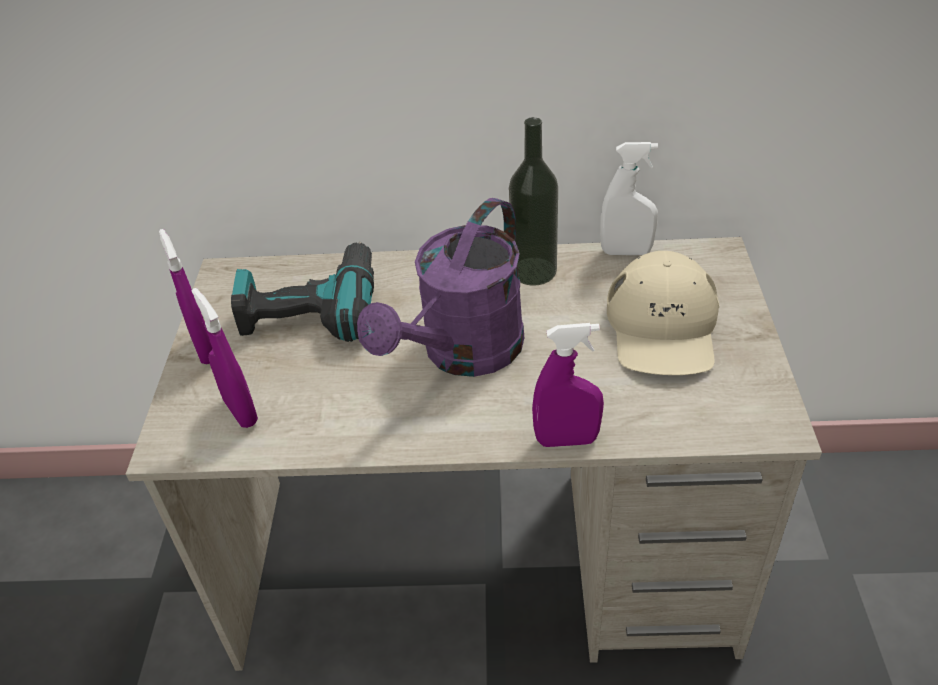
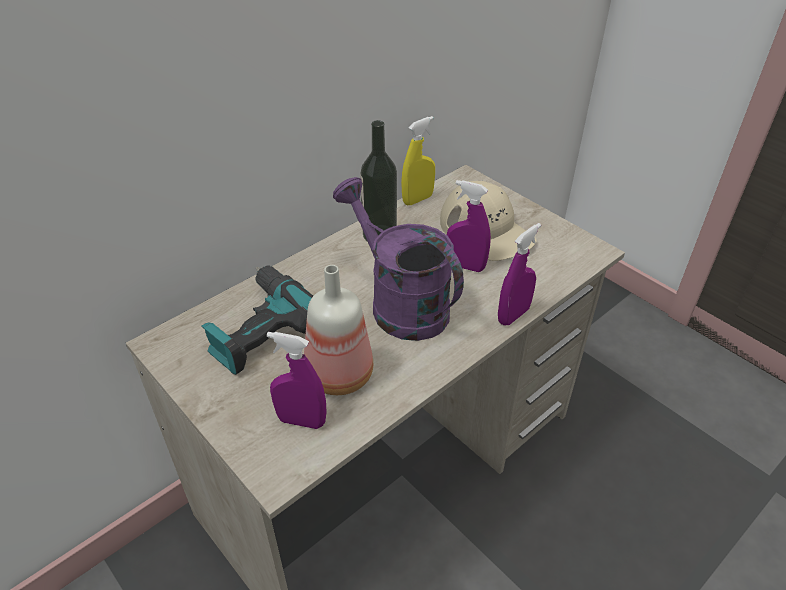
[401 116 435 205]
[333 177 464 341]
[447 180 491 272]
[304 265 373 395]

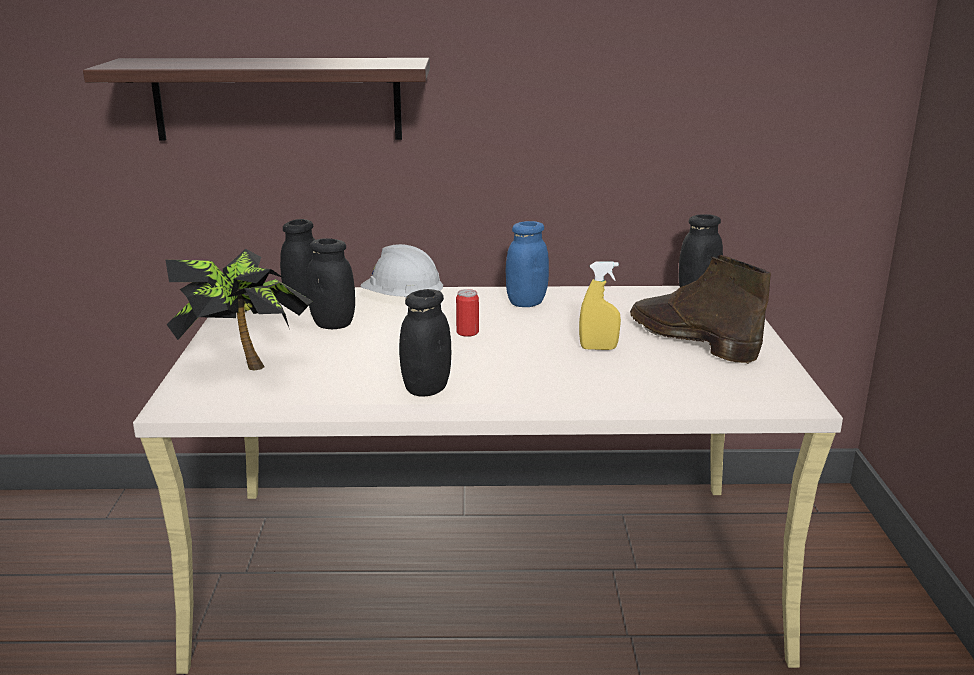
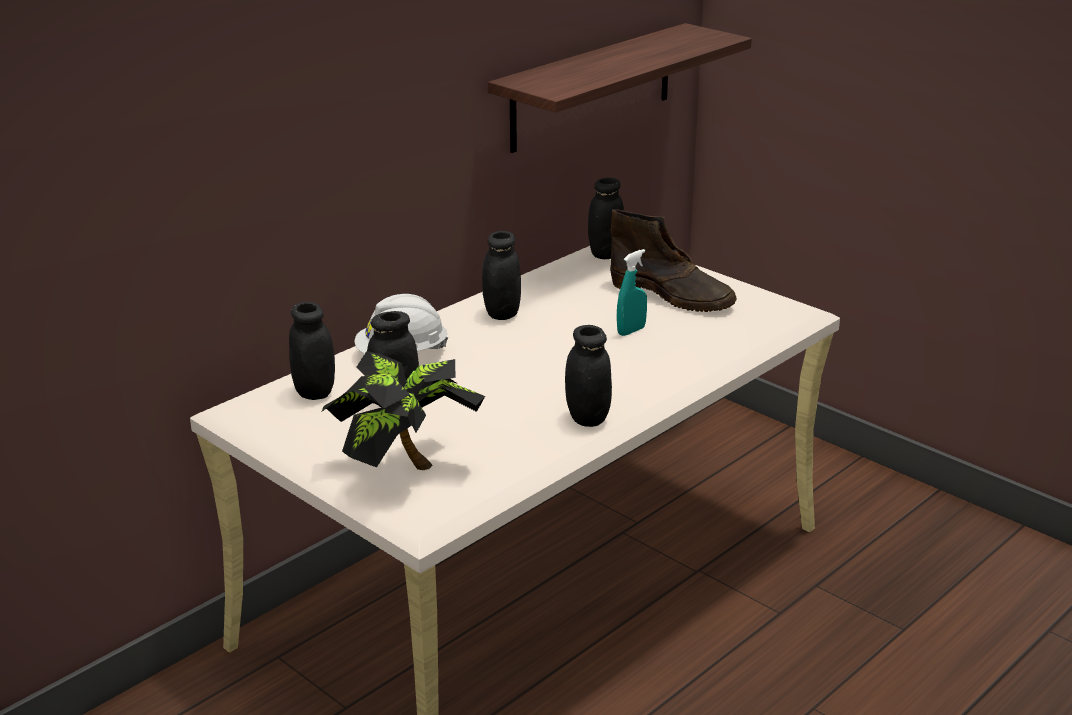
[488 23 752 153]
[482 231 521 320]
[610 209 737 312]
[617 249 647 336]
[456 289 479 337] (first image)

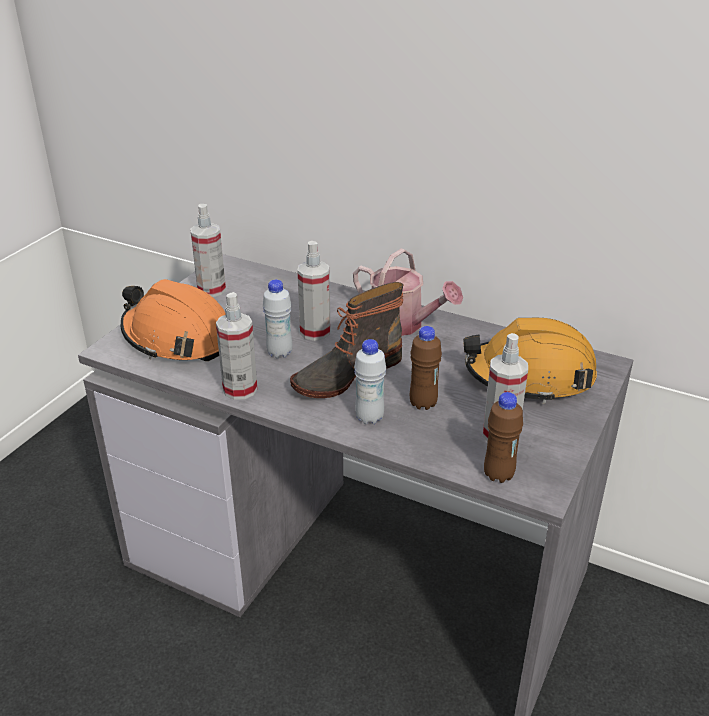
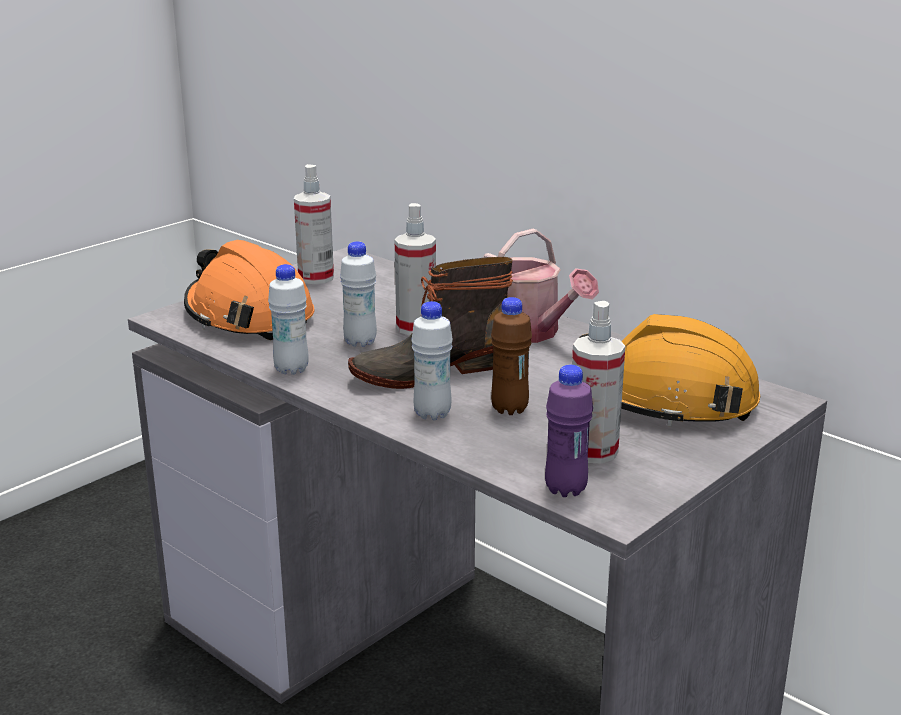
[268 264 309 375]
[545 365 593 497]

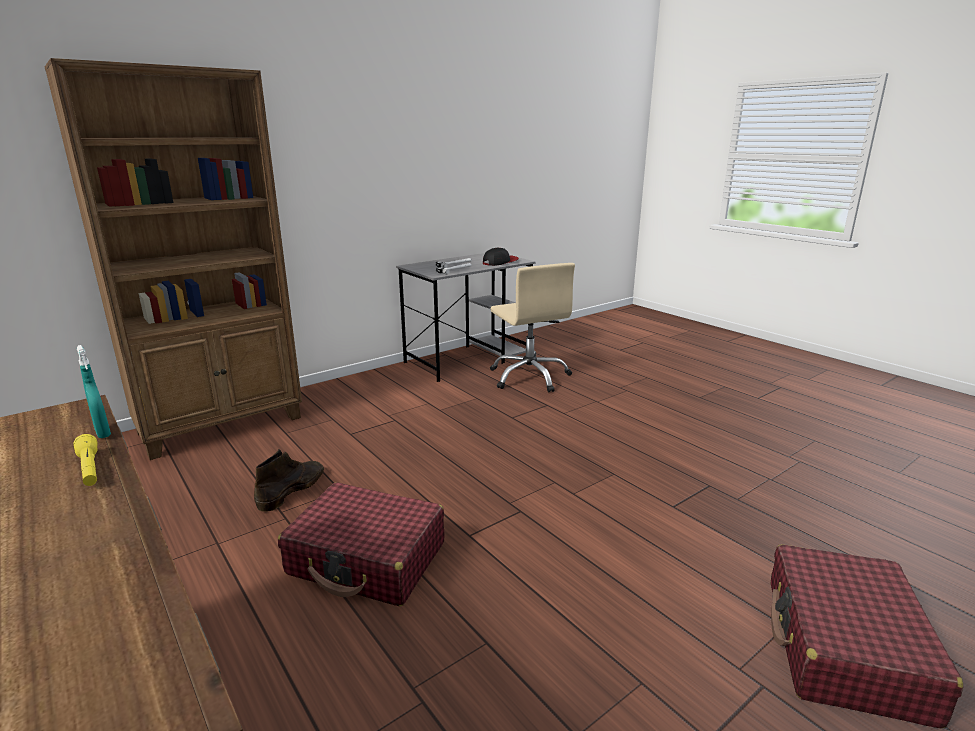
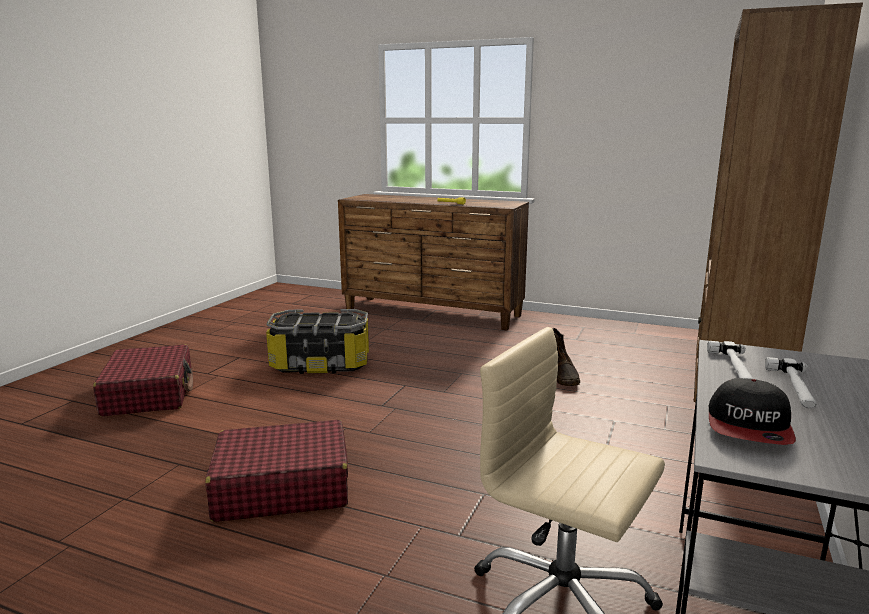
[77 345 111 438] (first image)
[205 420 348 522]
[266 309 369 374]

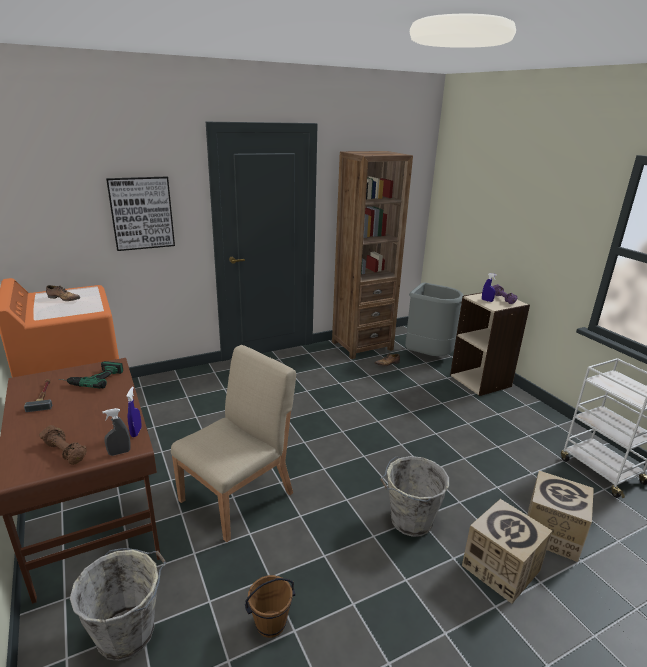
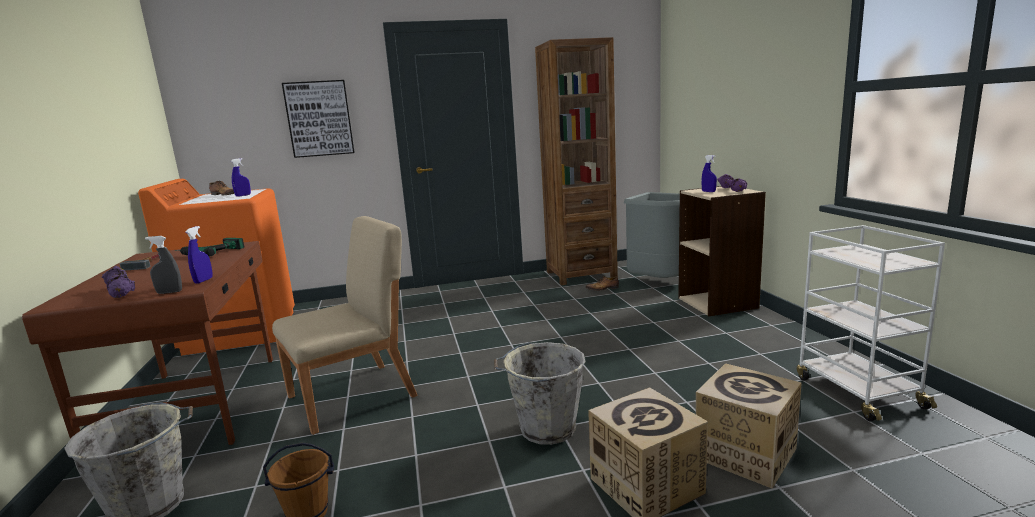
[102 266 135 298]
[231 158 251 197]

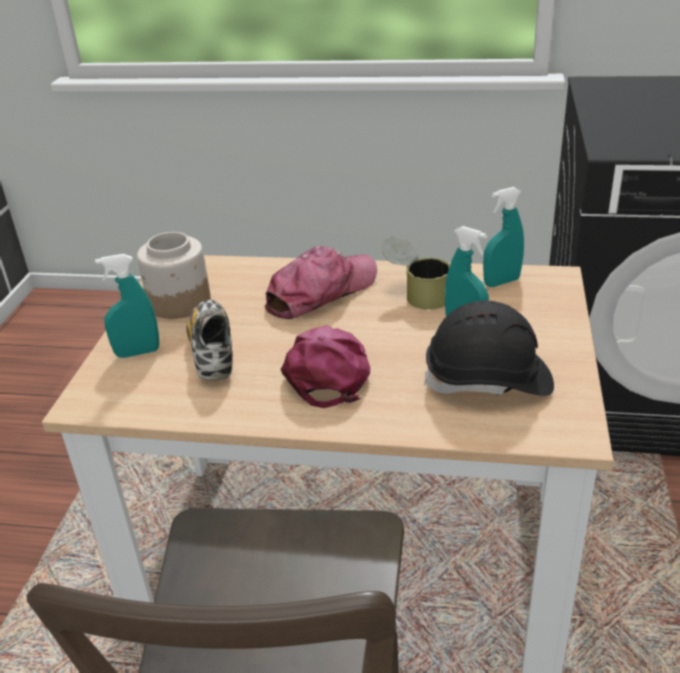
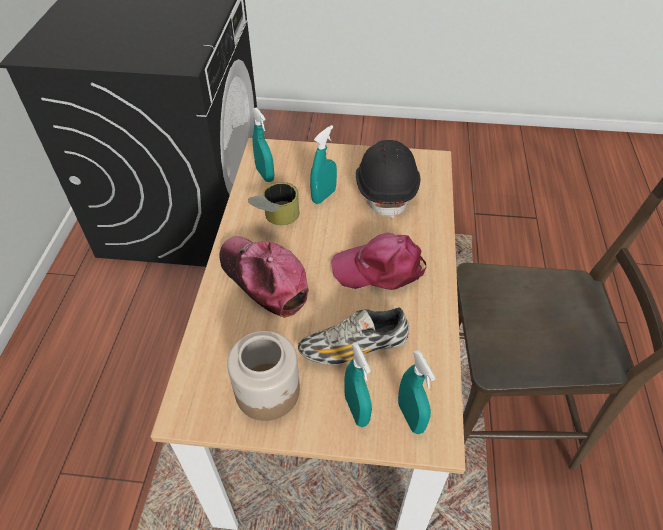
[398 350 435 434]

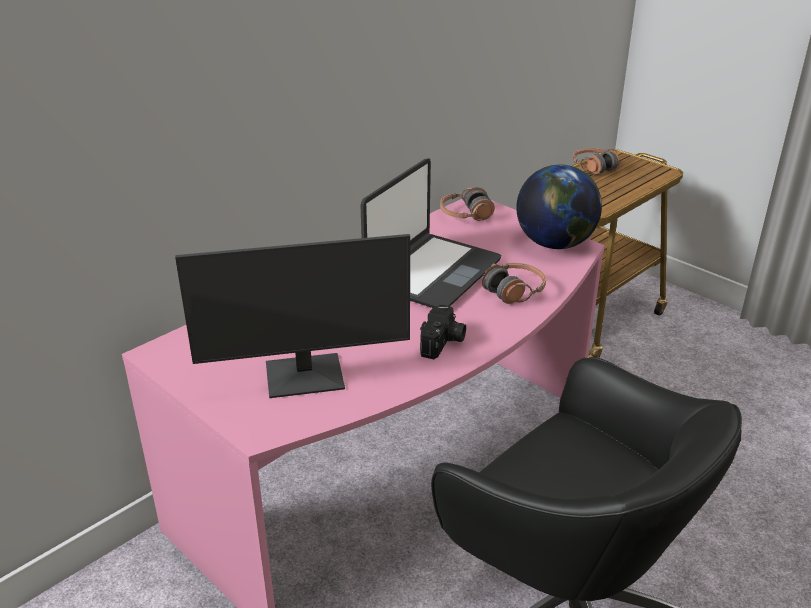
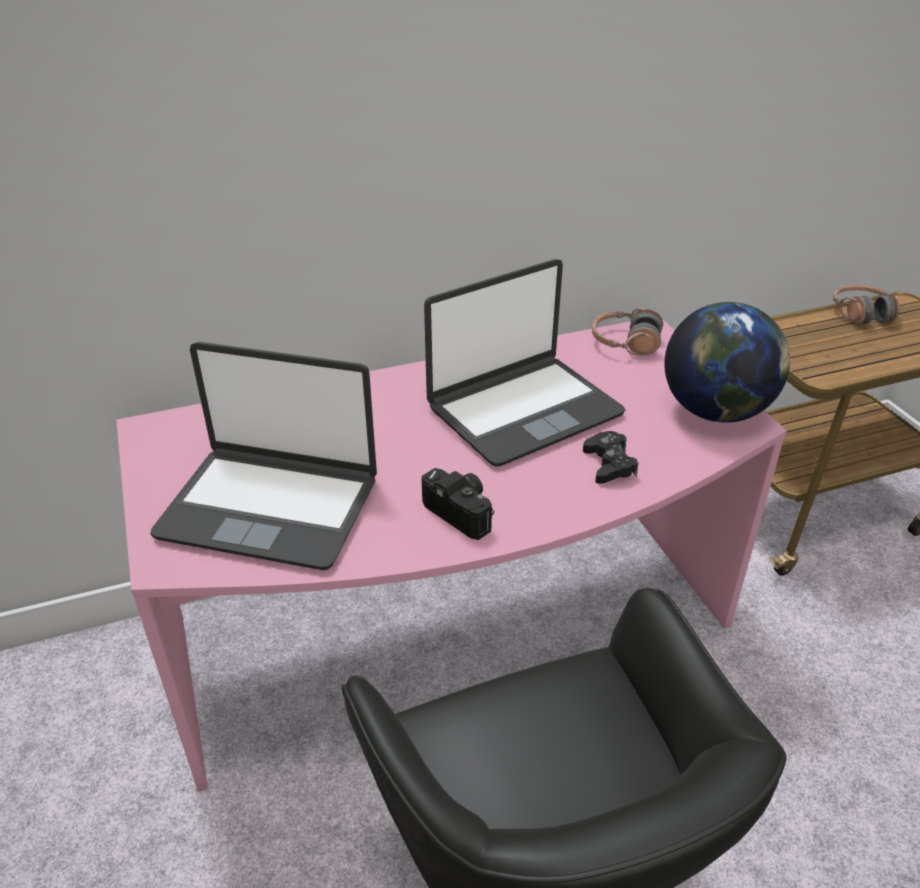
[150 342 377 570]
[583 431 638 484]
[421 468 494 540]

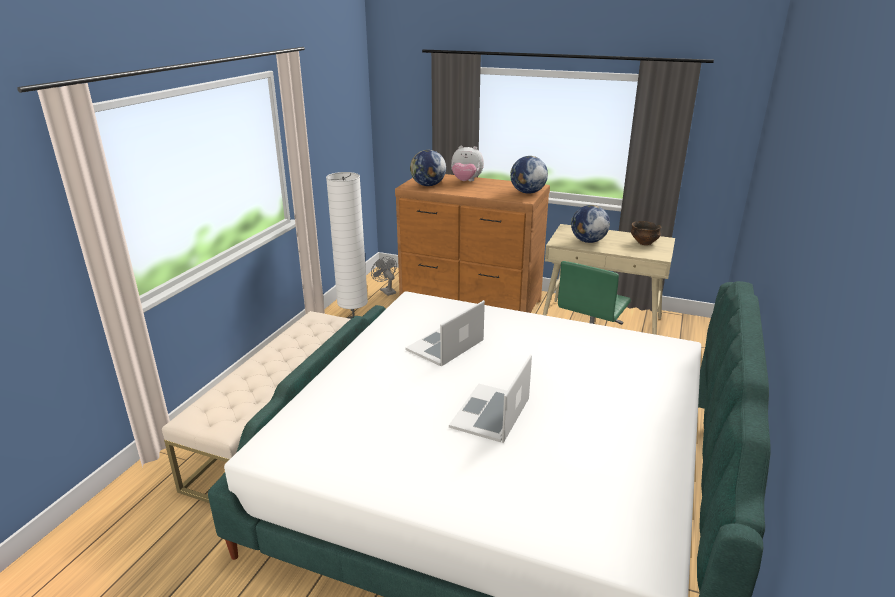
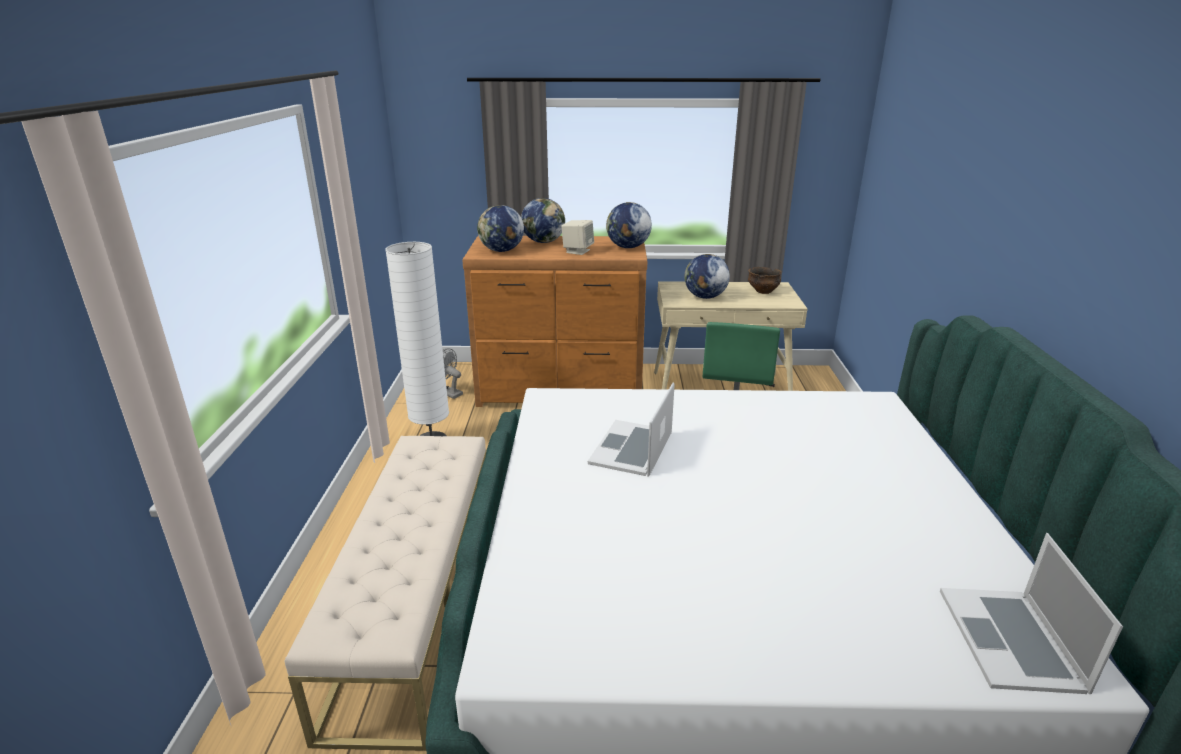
[521 198 565 243]
[940 533 1123 694]
[561 220 594 255]

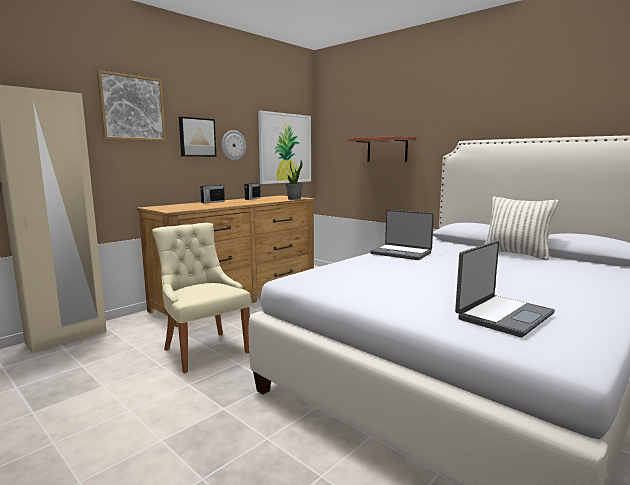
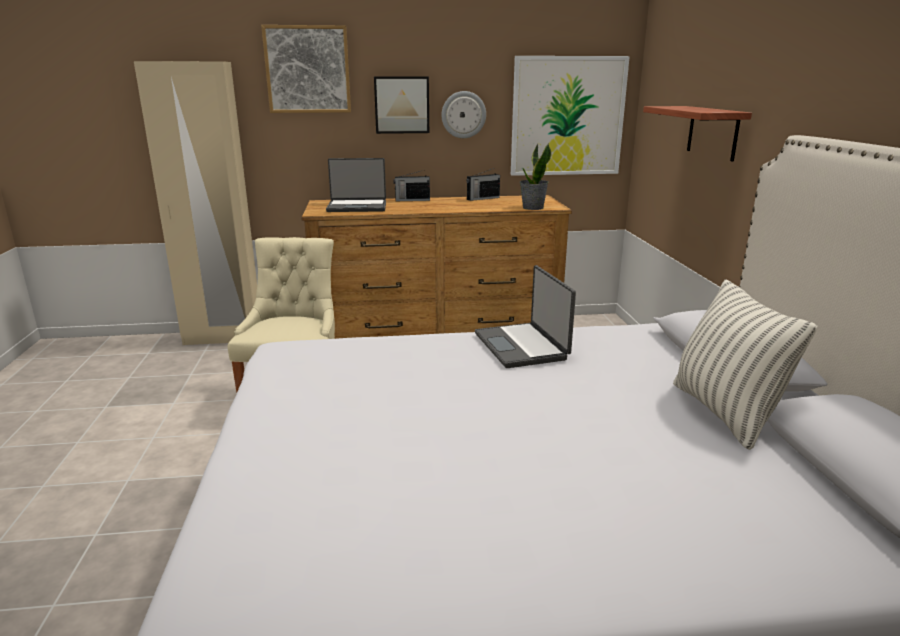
[326 158 386 212]

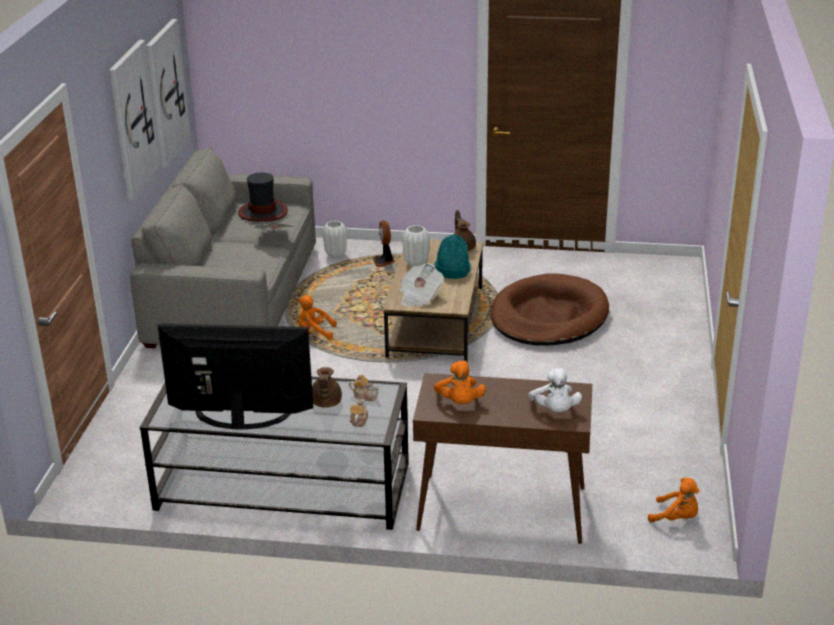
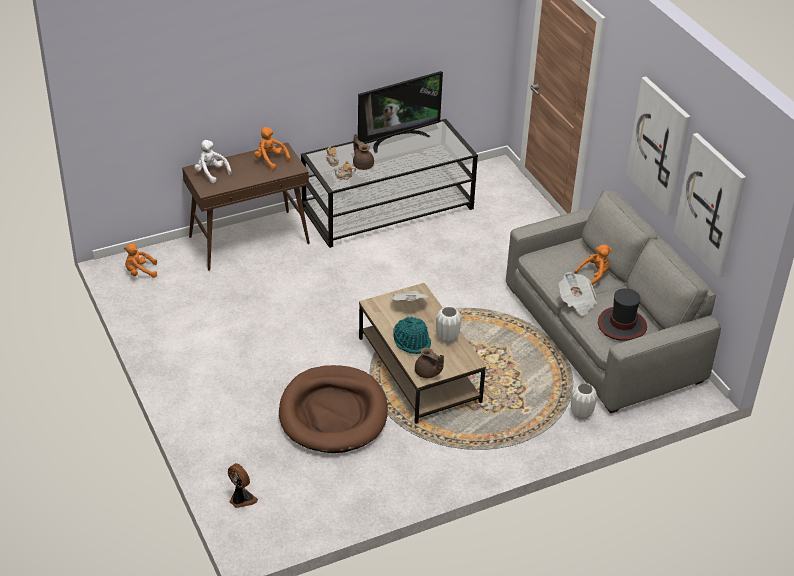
[228 463 258 508]
[574 245 612 285]

